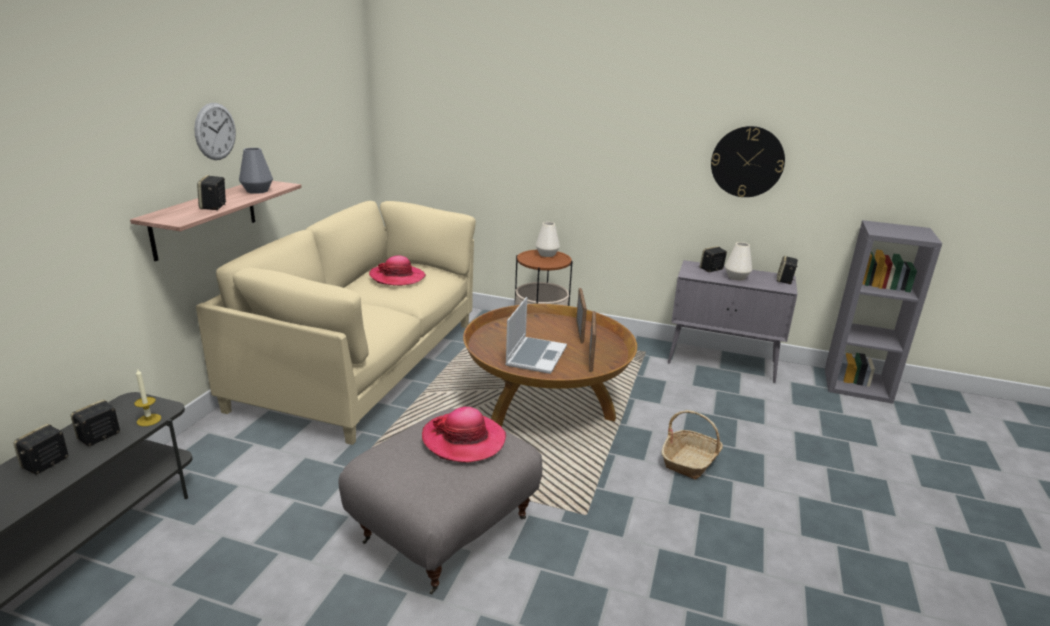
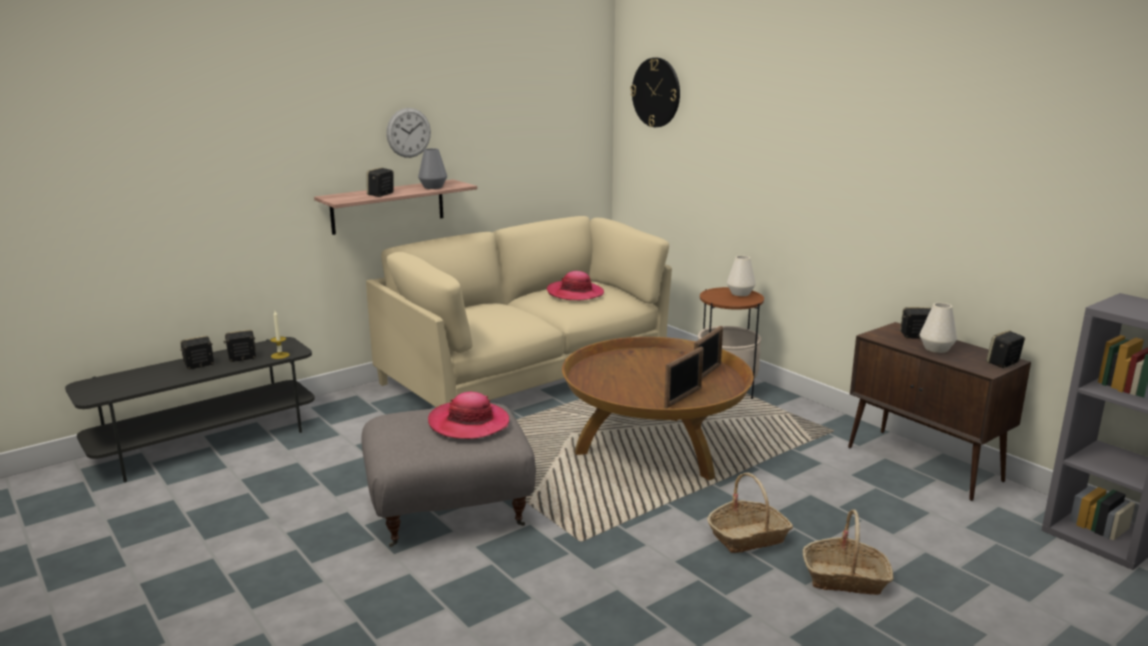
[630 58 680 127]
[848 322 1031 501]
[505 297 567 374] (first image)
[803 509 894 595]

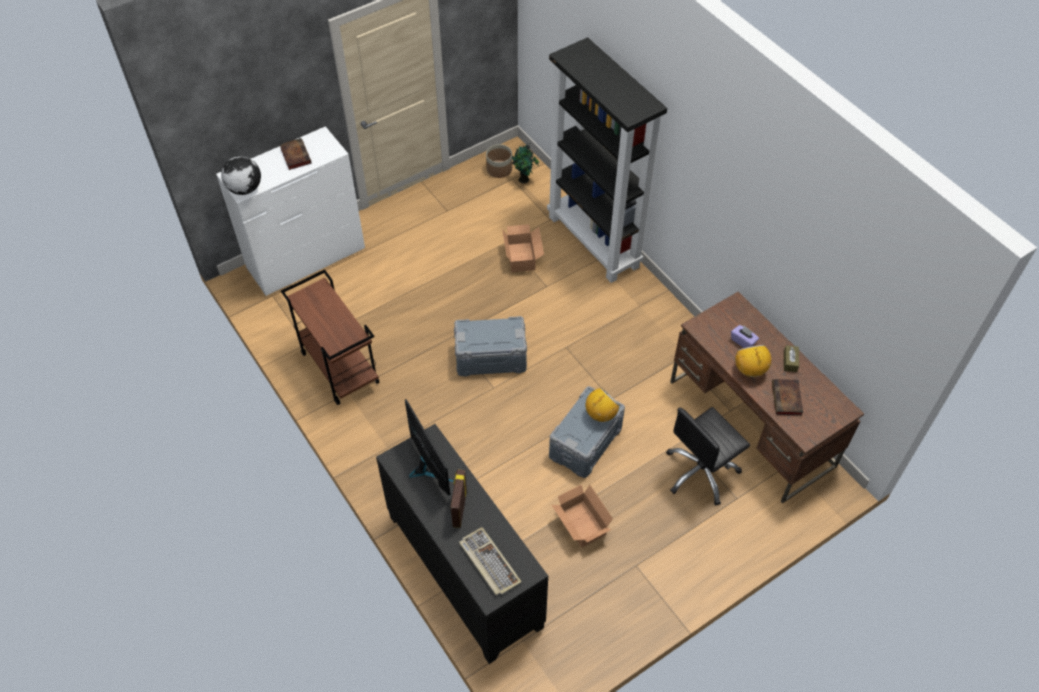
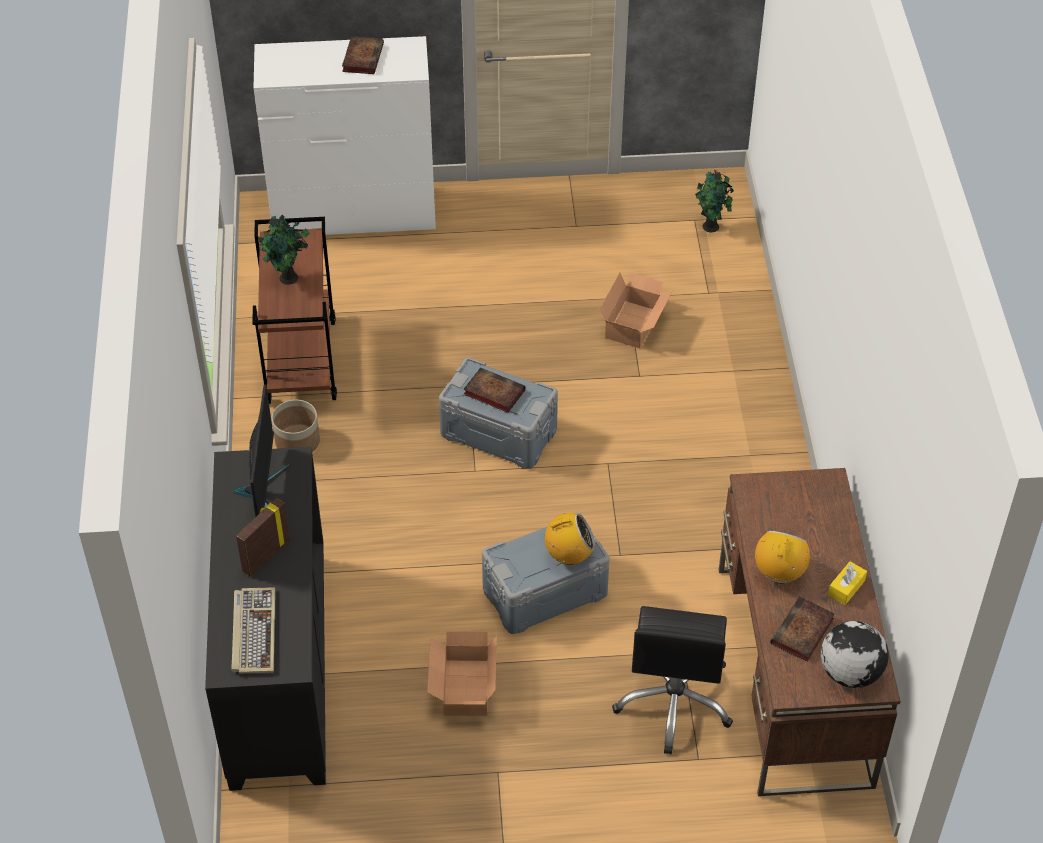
[547 37 667 283] (first image)
[272 400 320 452]
[821 621 889 688]
[731 325 759 348] (first image)
[828 561 867 605]
[612 606 733 754]
[257 215 310 285]
[463 367 525 413]

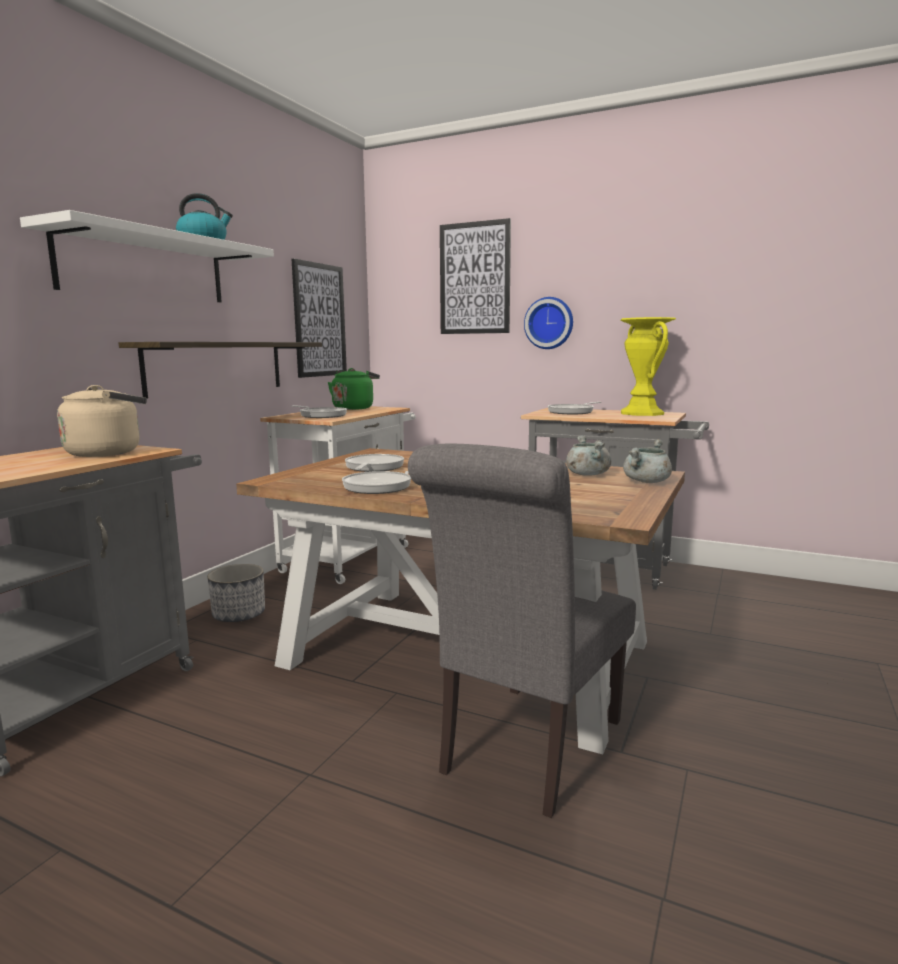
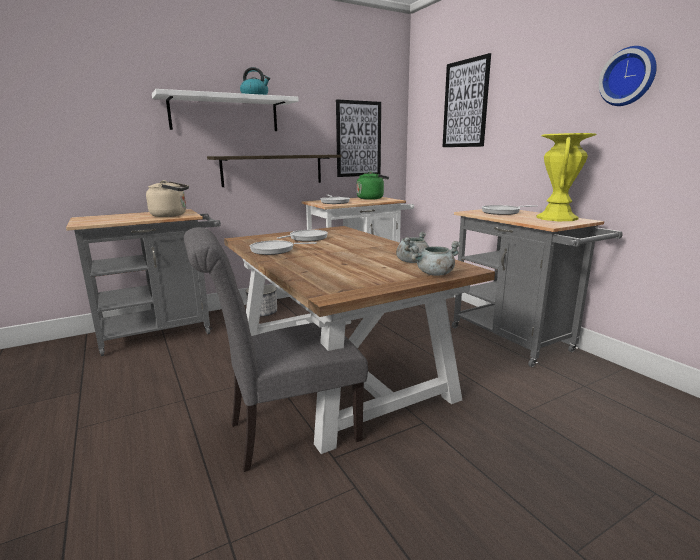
[599 46 657 106]

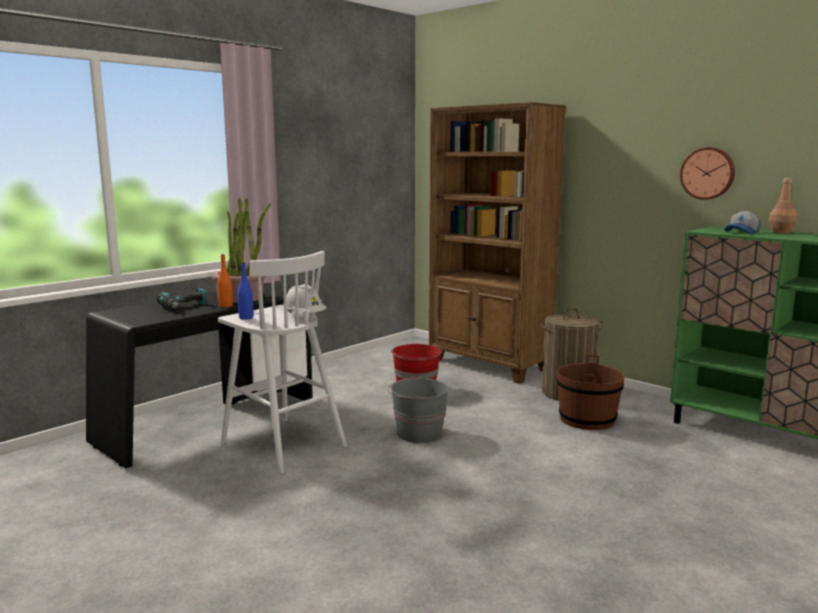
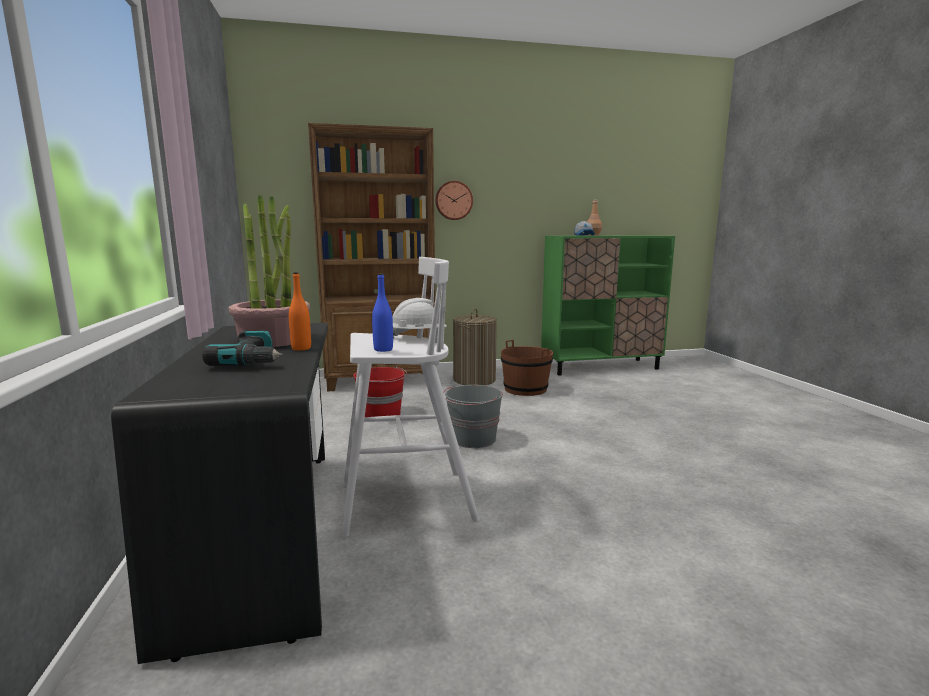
[435 181 473 220]

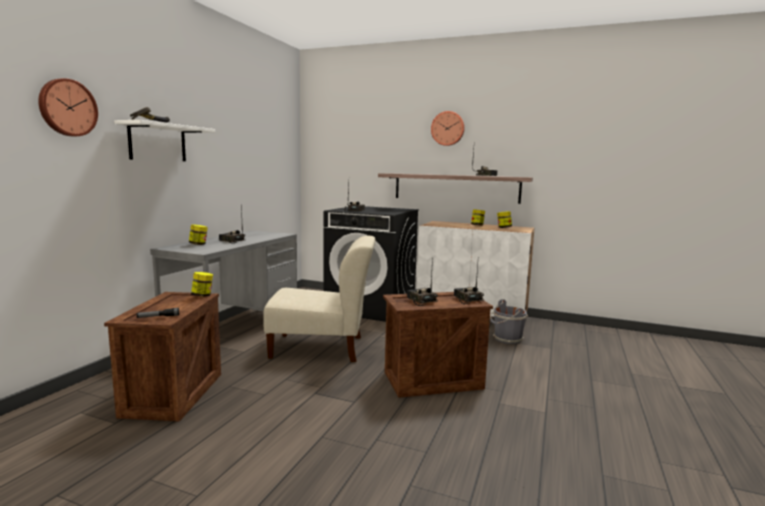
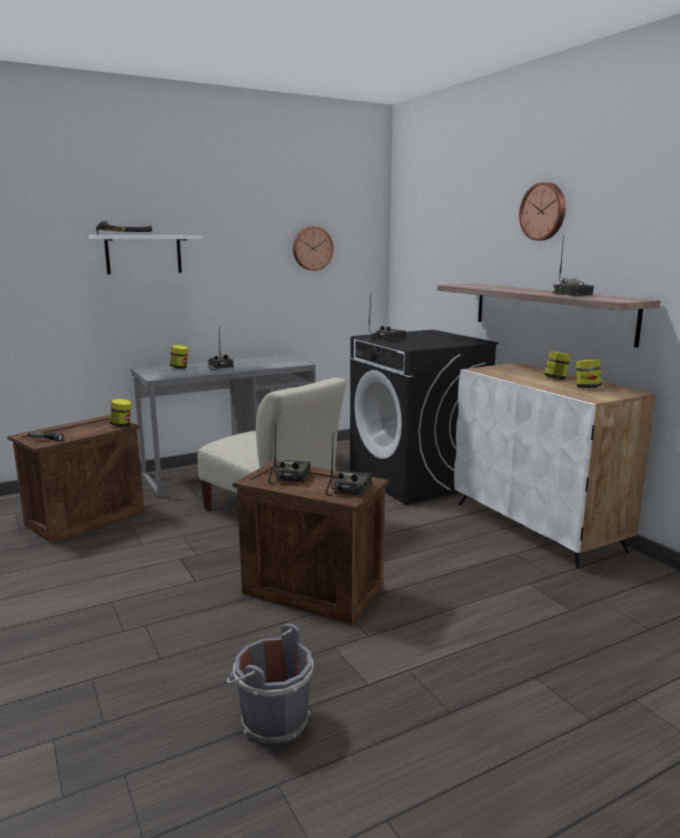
[293 226 334 271]
[226 624 313 745]

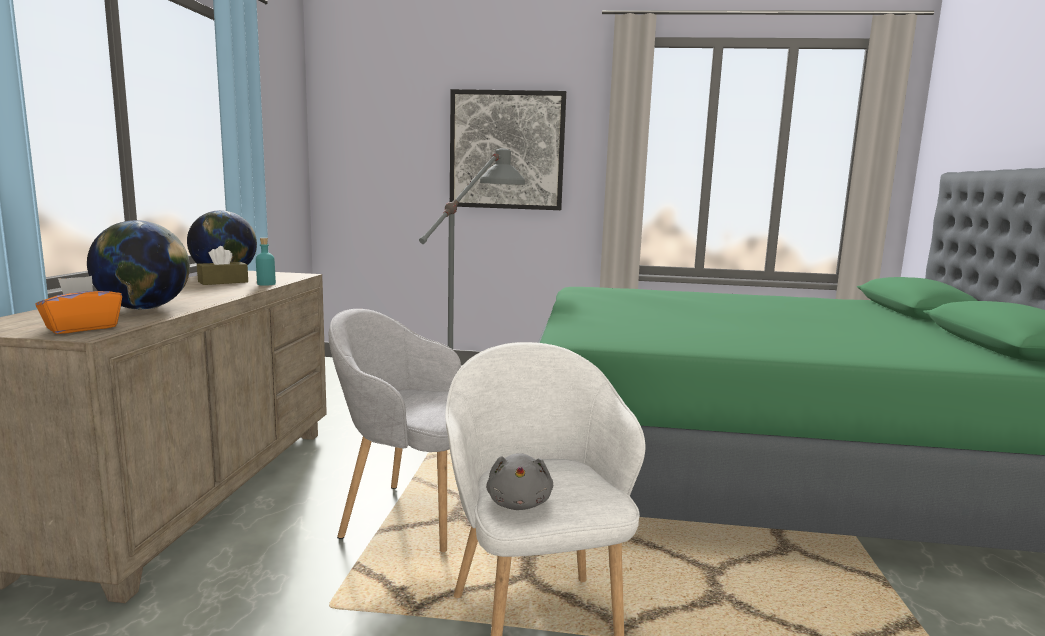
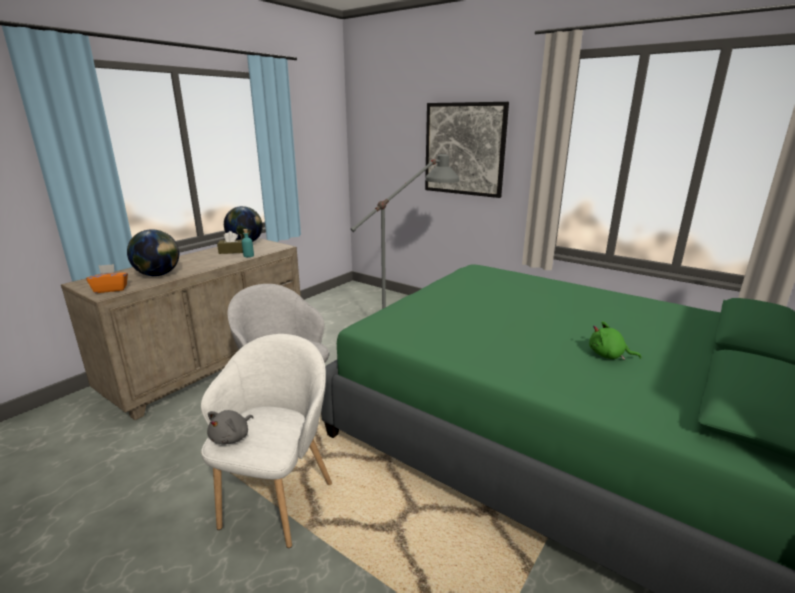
[589 321 641 360]

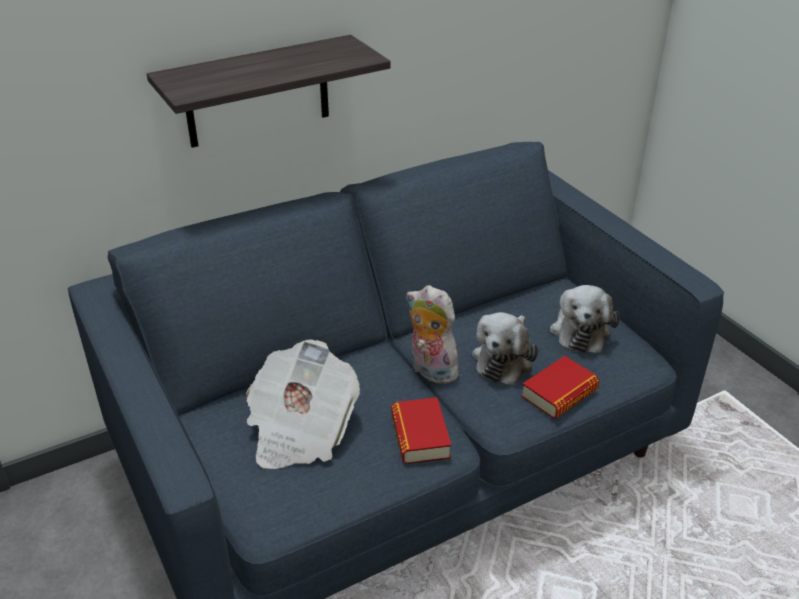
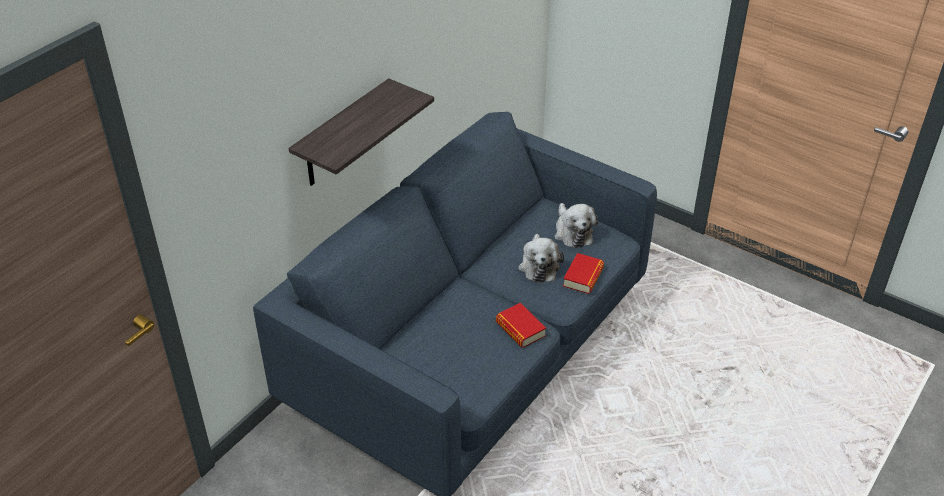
[407 285 458 384] (first image)
[246 340 360 469] (first image)

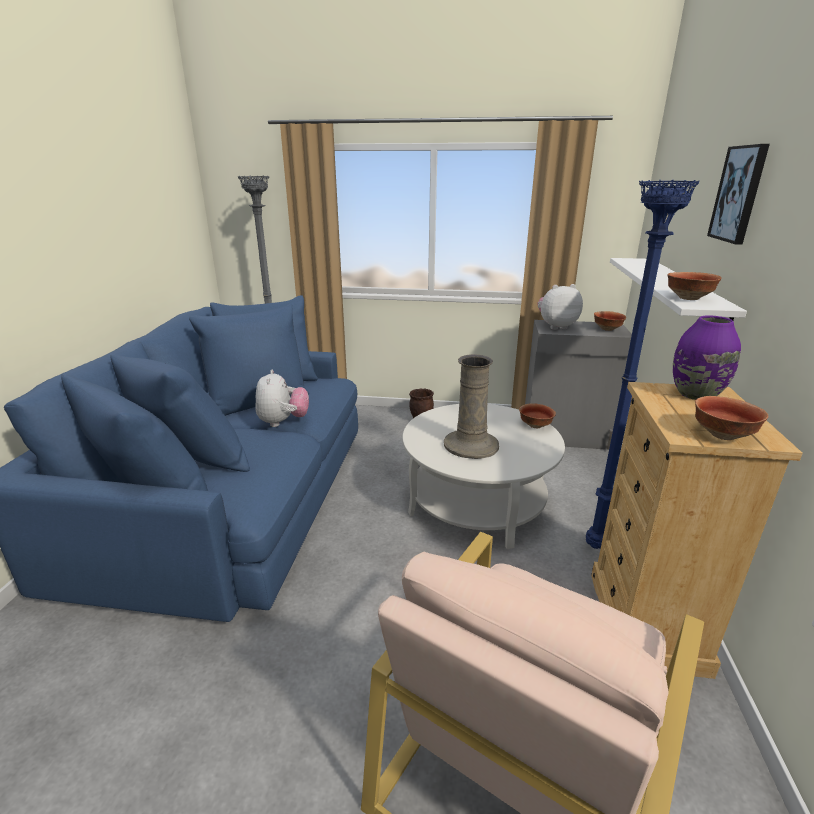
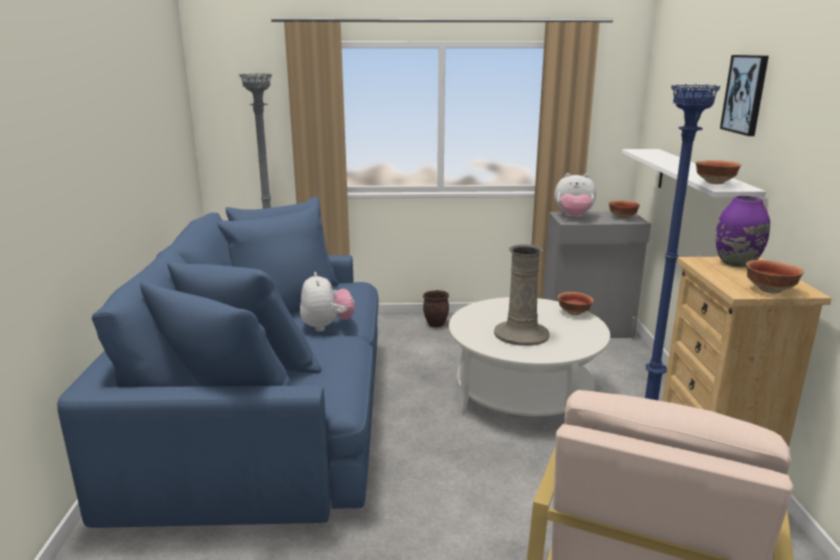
[554 173 596 217]

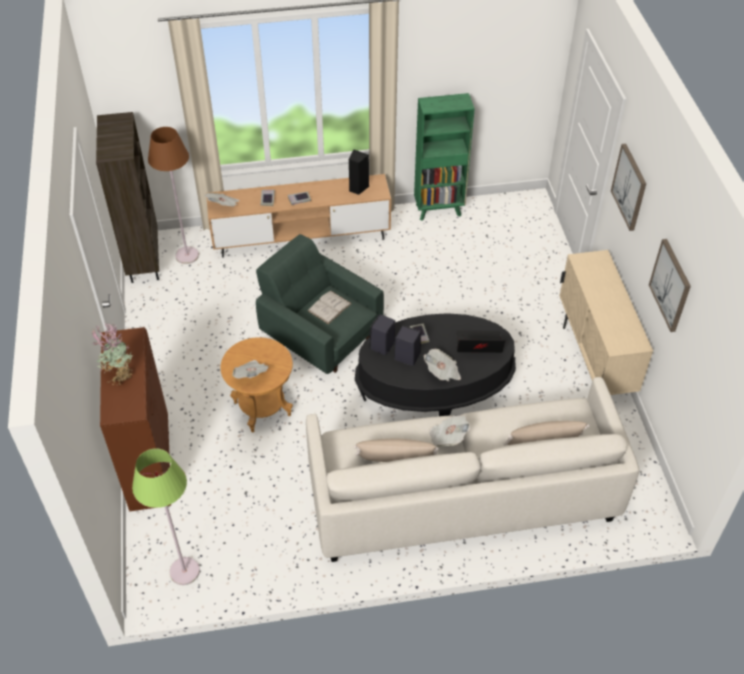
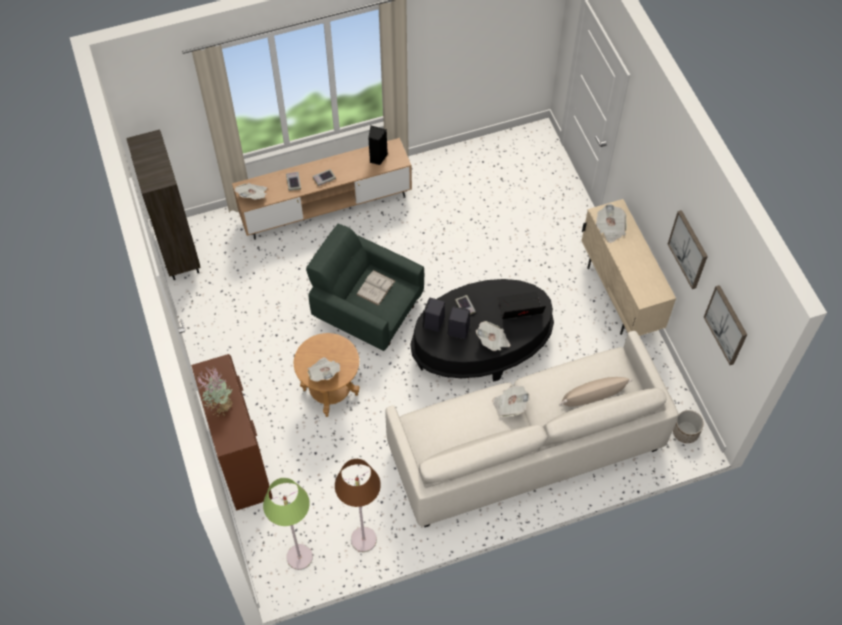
[414 93 475 221] (first image)
[335 459 381 552]
[704 285 747 365]
[354 438 439 462] (first image)
[596 204 627 243]
[673 410 704 443]

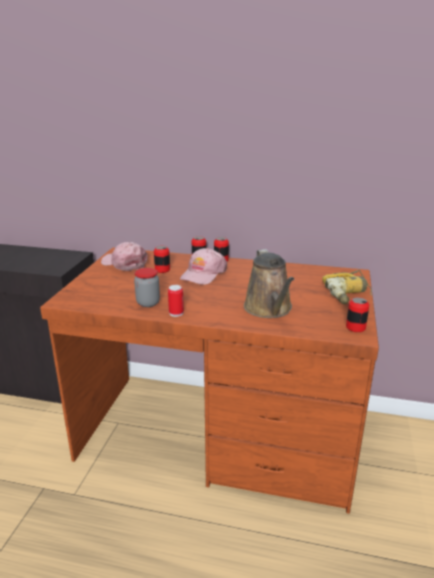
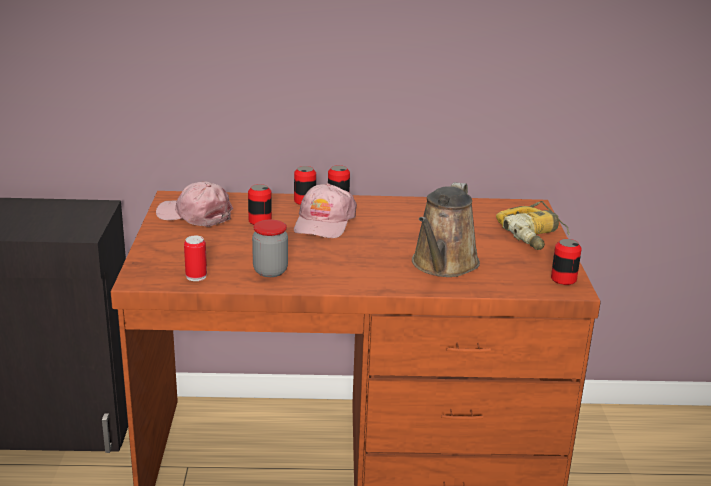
[412 182 480 277]
[184 236 207 281]

